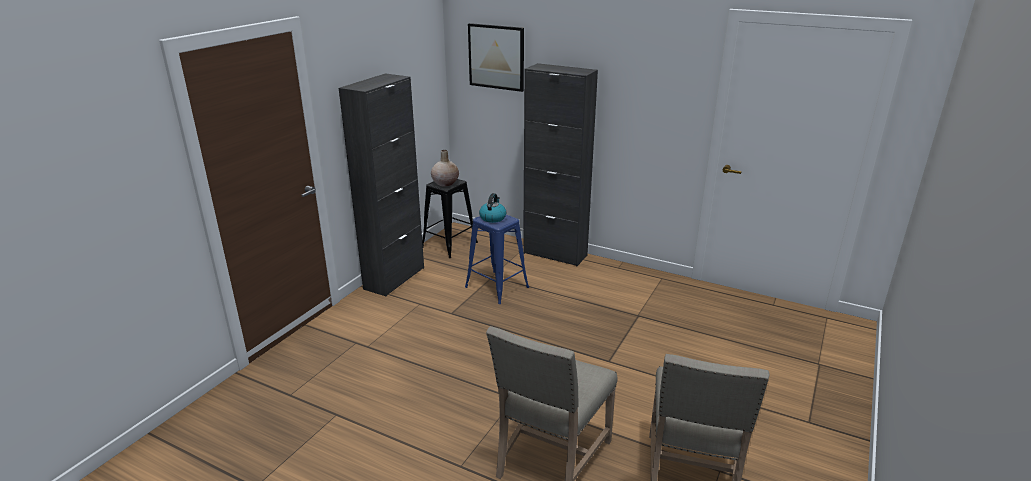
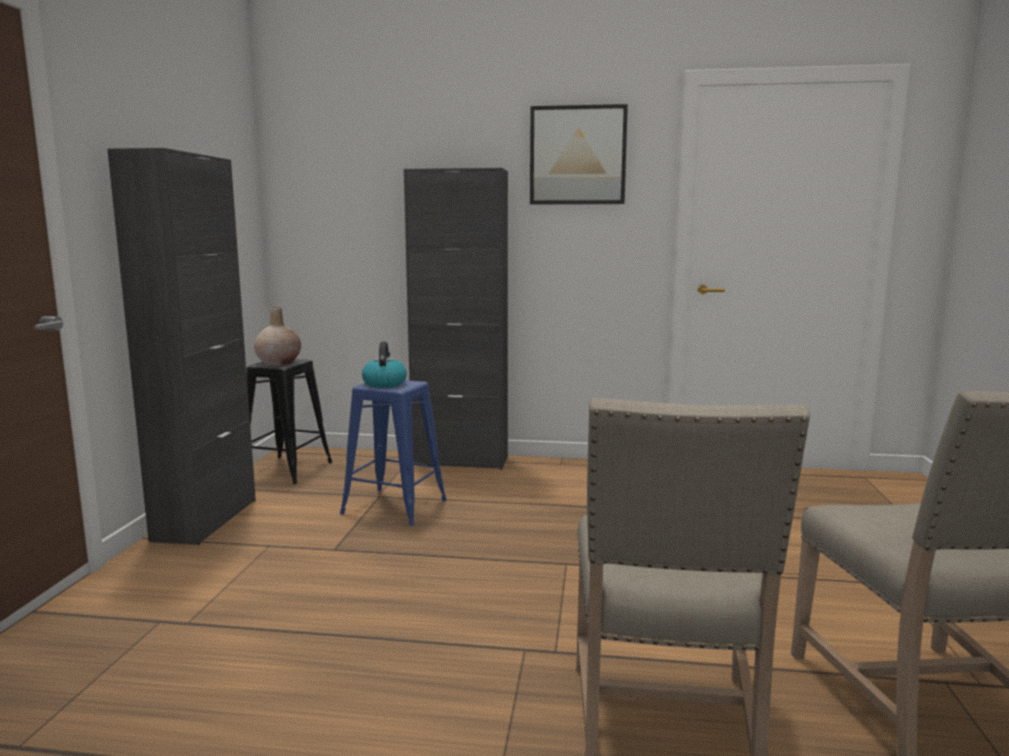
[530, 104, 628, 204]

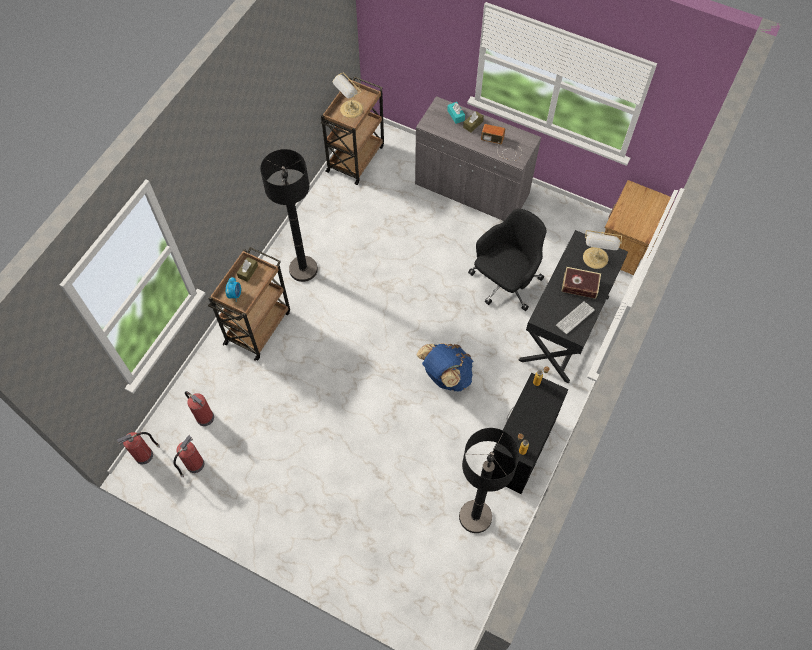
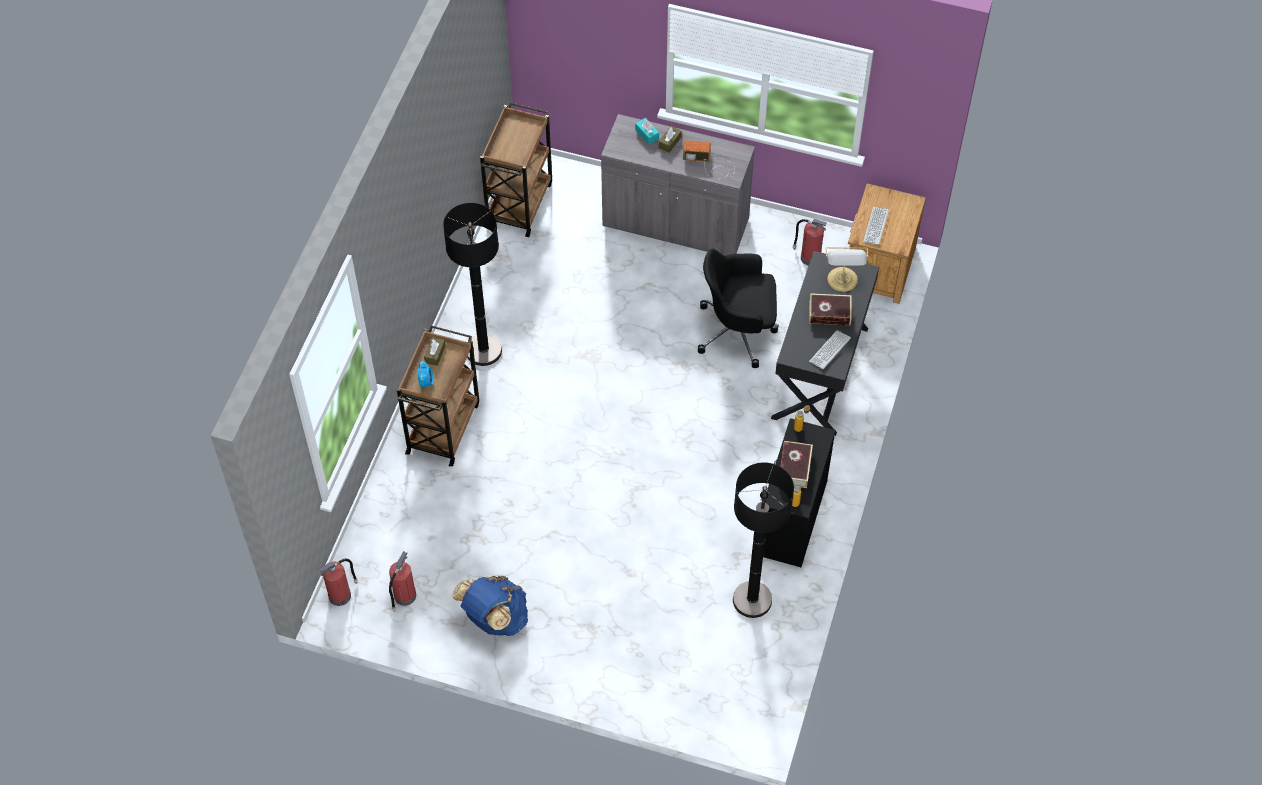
[333, 72, 363, 118] (first image)
[780, 441, 813, 488]
[863, 207, 889, 245]
[792, 219, 828, 266]
[452, 576, 528, 636]
[698, 249, 779, 368]

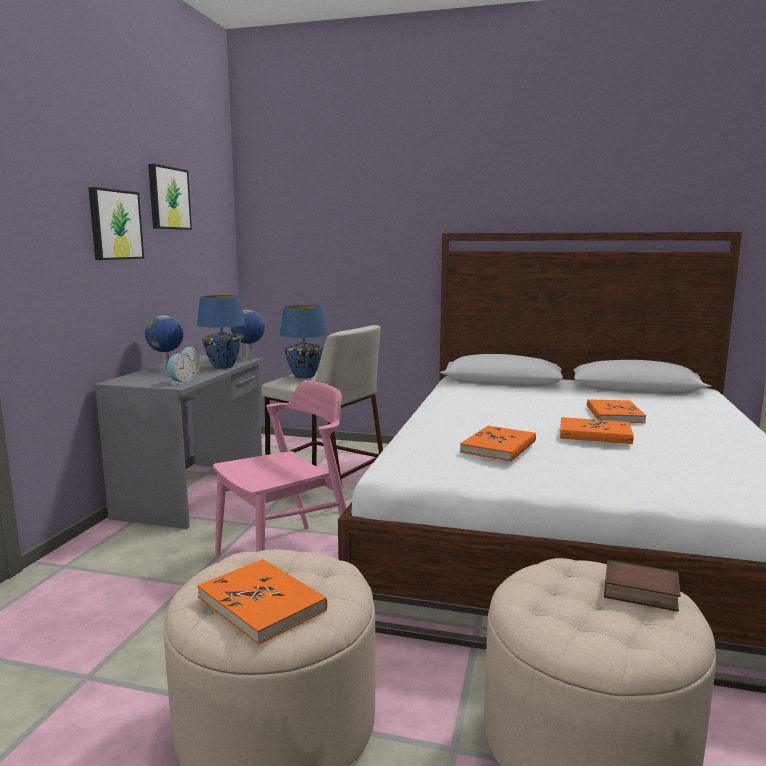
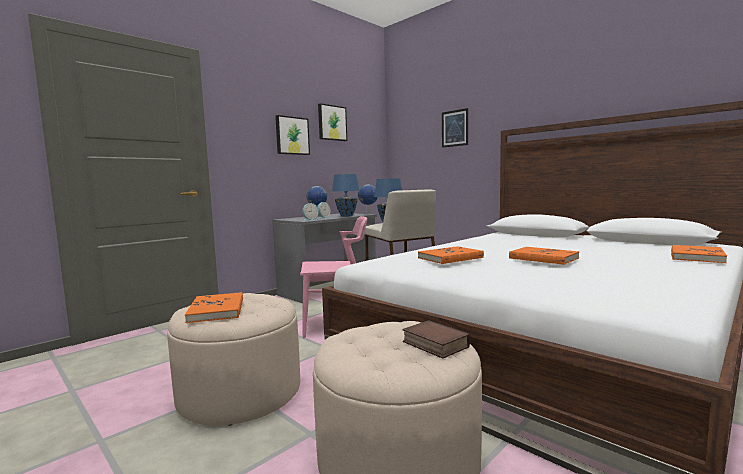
[442, 108, 468, 148]
[671, 245, 727, 263]

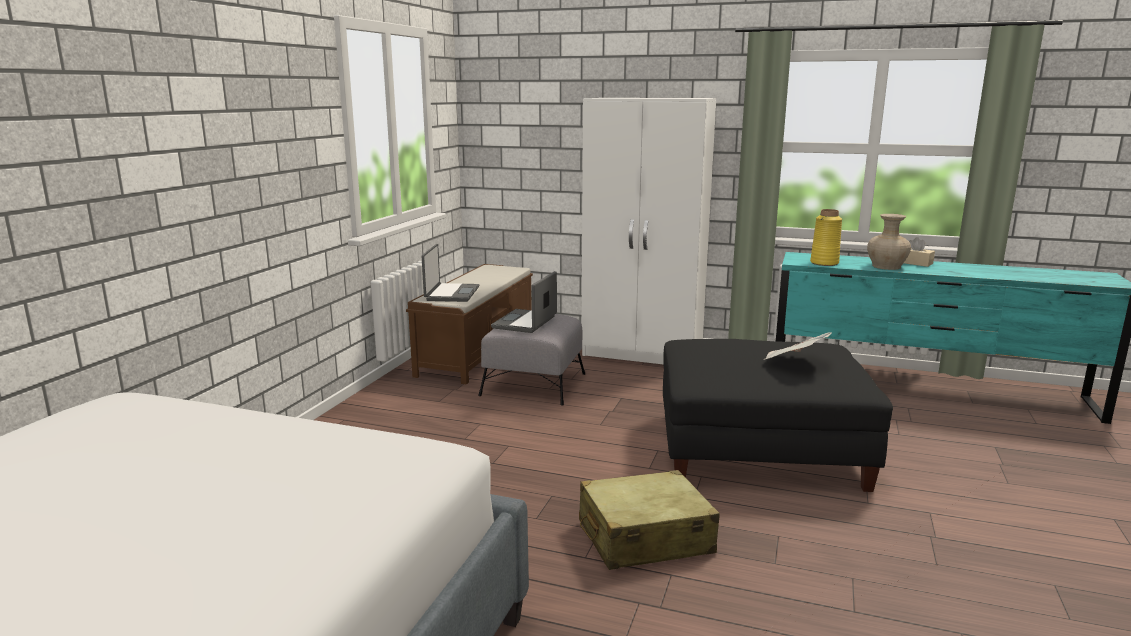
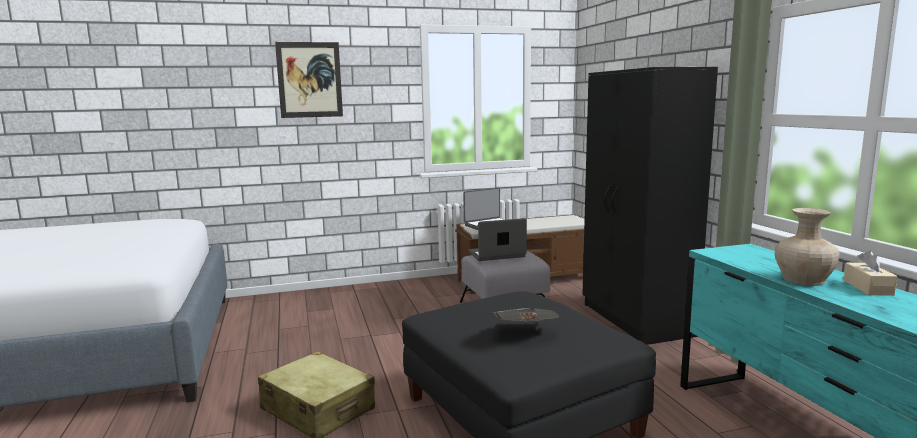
[810, 209, 842, 266] (first image)
[275, 42, 343, 118]
[582, 67, 718, 345]

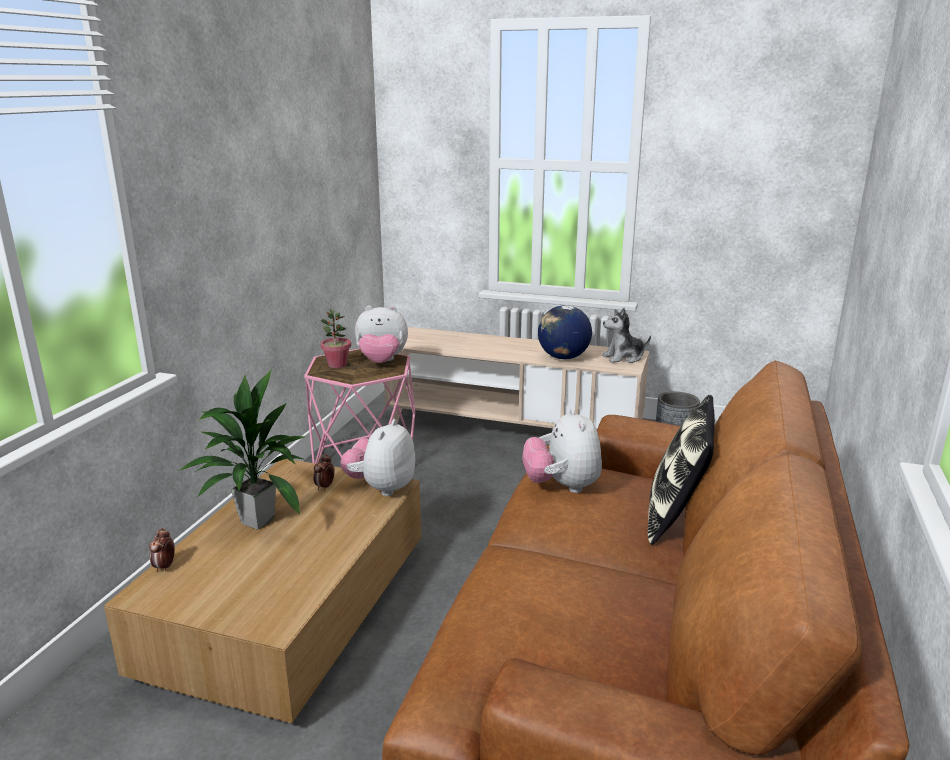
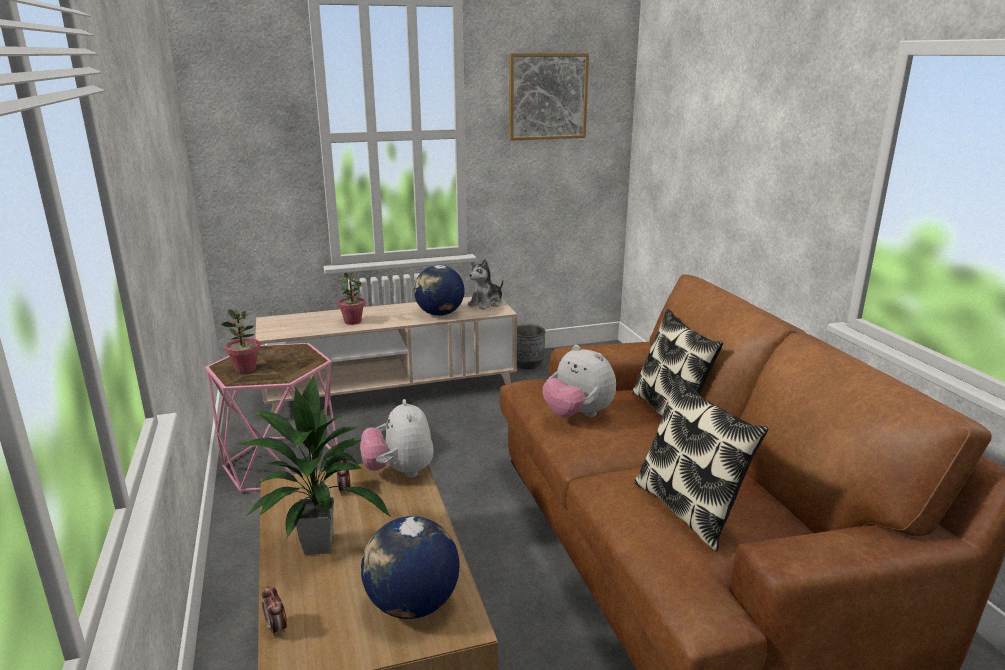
[355, 305, 408, 363] (first image)
[338, 272, 365, 325]
[361, 516, 460, 619]
[509, 53, 589, 141]
[634, 375, 769, 551]

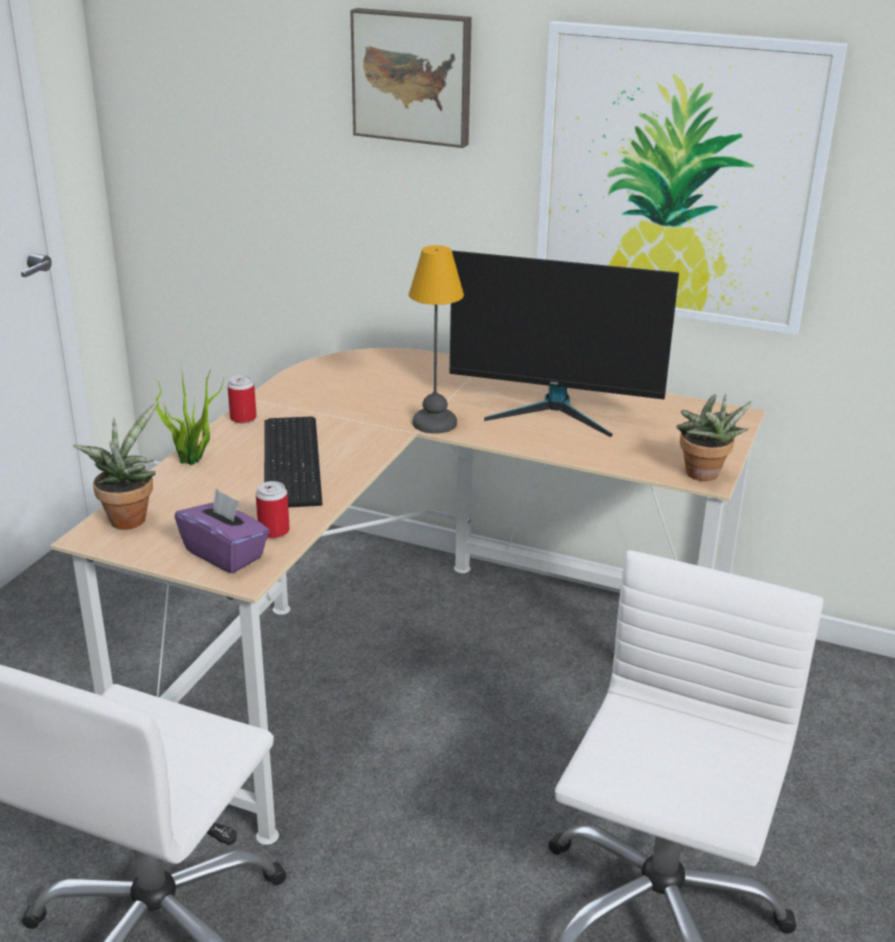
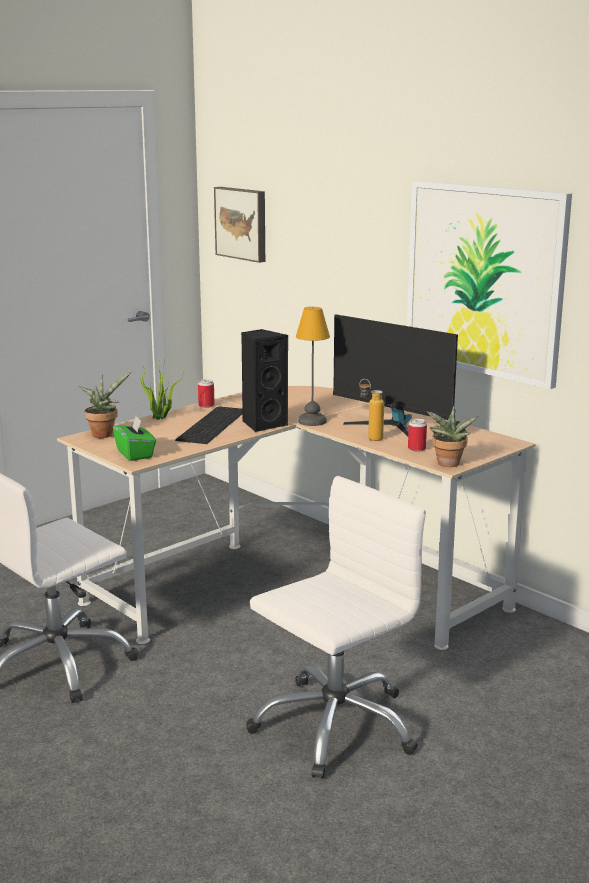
[241, 329, 289, 432]
[360, 379, 384, 441]
[408, 418, 427, 451]
[214, 187, 265, 263]
[113, 416, 156, 461]

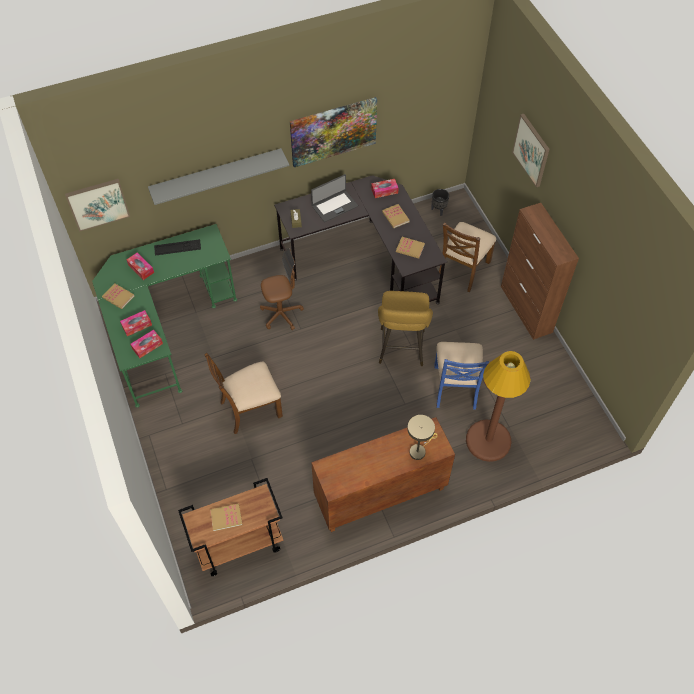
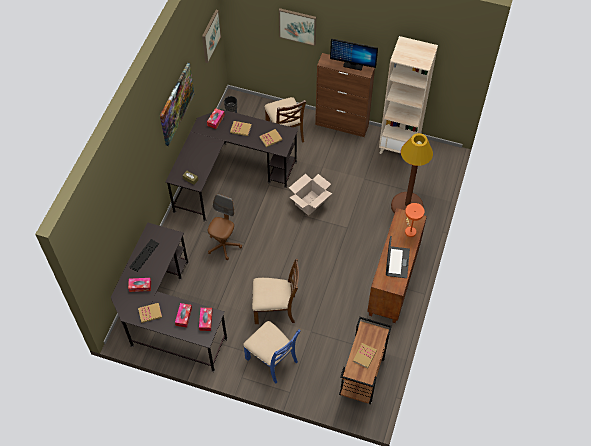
[148, 148, 289, 205] (first image)
[330, 39, 378, 70]
[379, 36, 438, 154]
[202, 10, 221, 63]
[386, 236, 410, 278]
[243, 321, 300, 384]
[289, 174, 332, 215]
[111, 222, 228, 372]
[405, 203, 425, 237]
[252, 258, 299, 324]

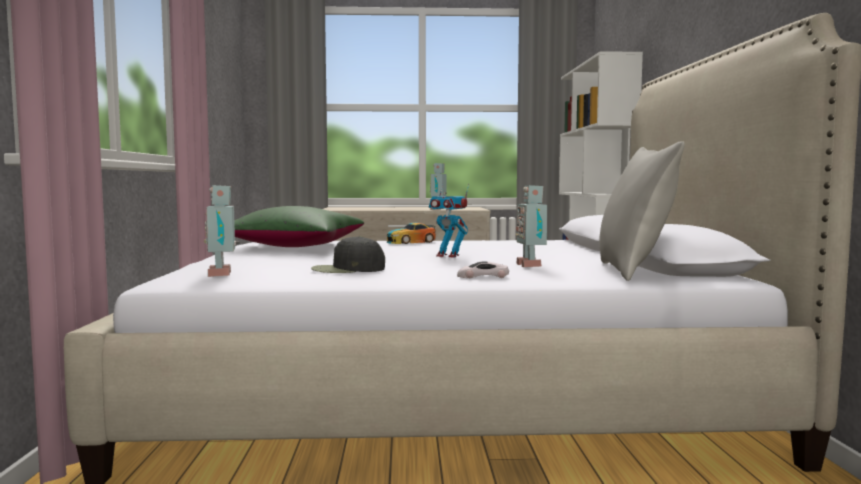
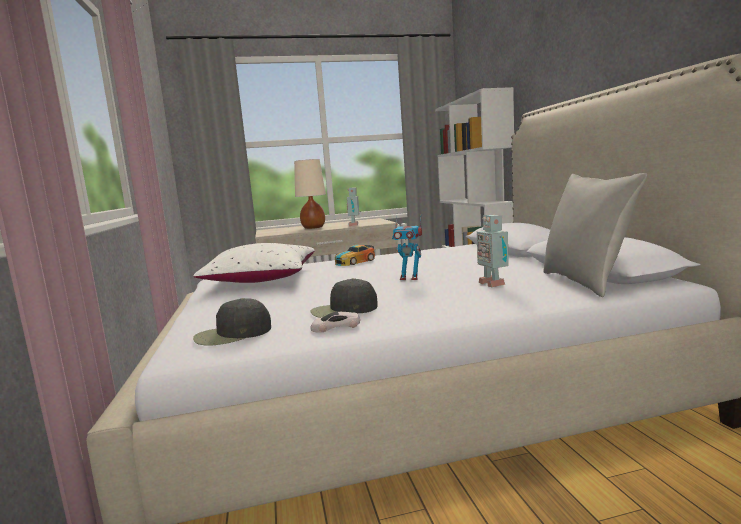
[294, 159, 326, 229]
[310, 312, 360, 333]
[193, 298, 271, 346]
[193, 243, 315, 283]

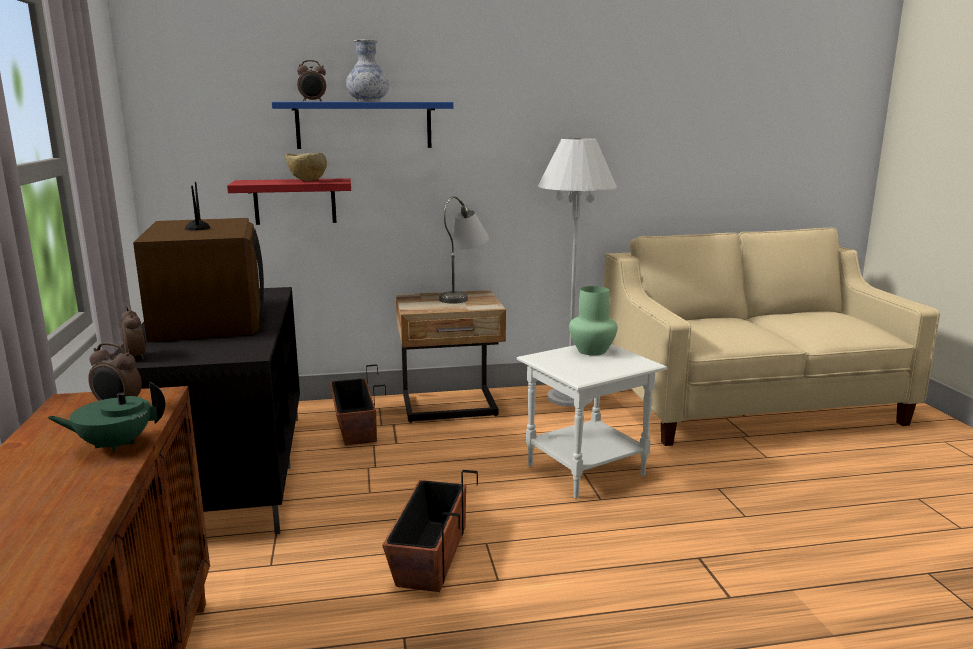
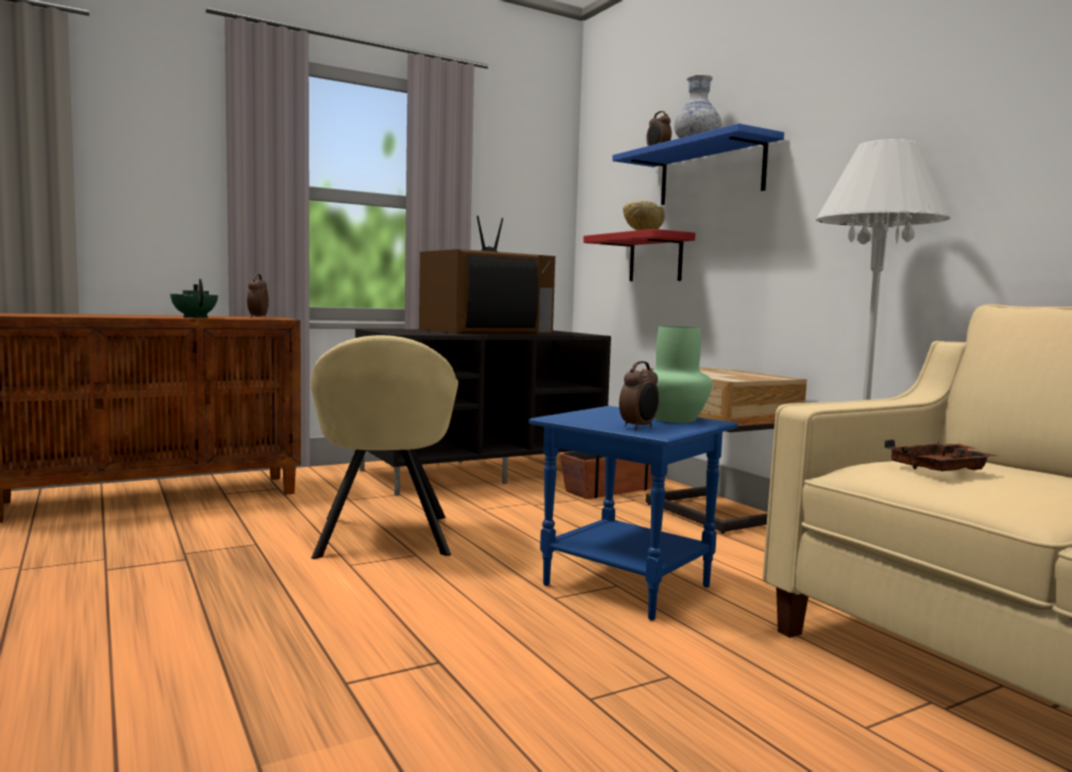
[439, 196, 489, 304] (first image)
[885, 439, 999, 471]
[619, 361, 659, 430]
[310, 335, 458, 559]
[529, 406, 738, 621]

